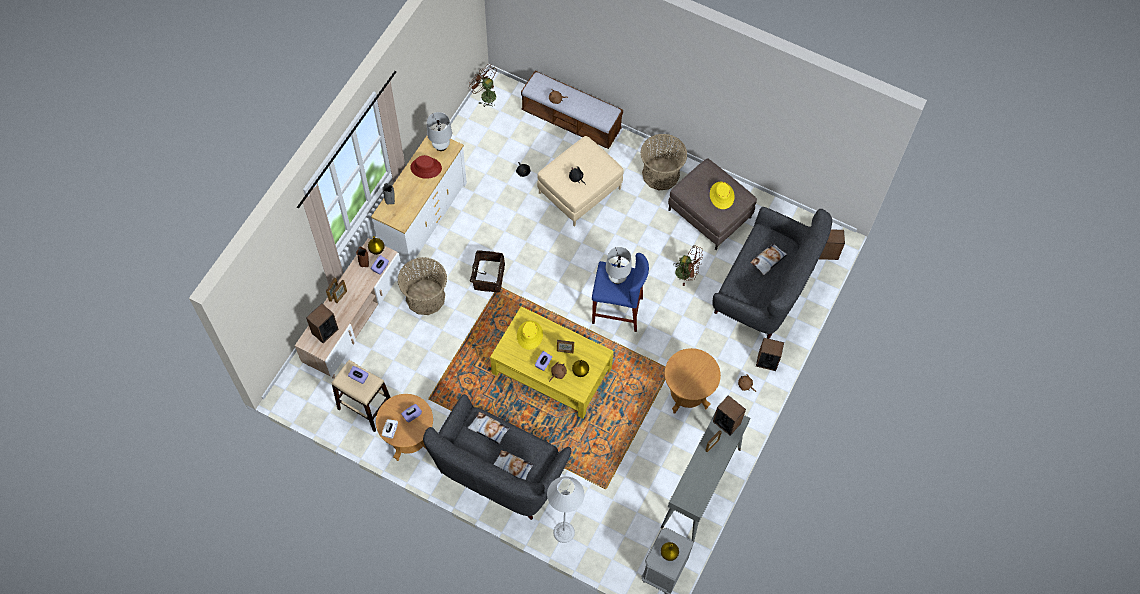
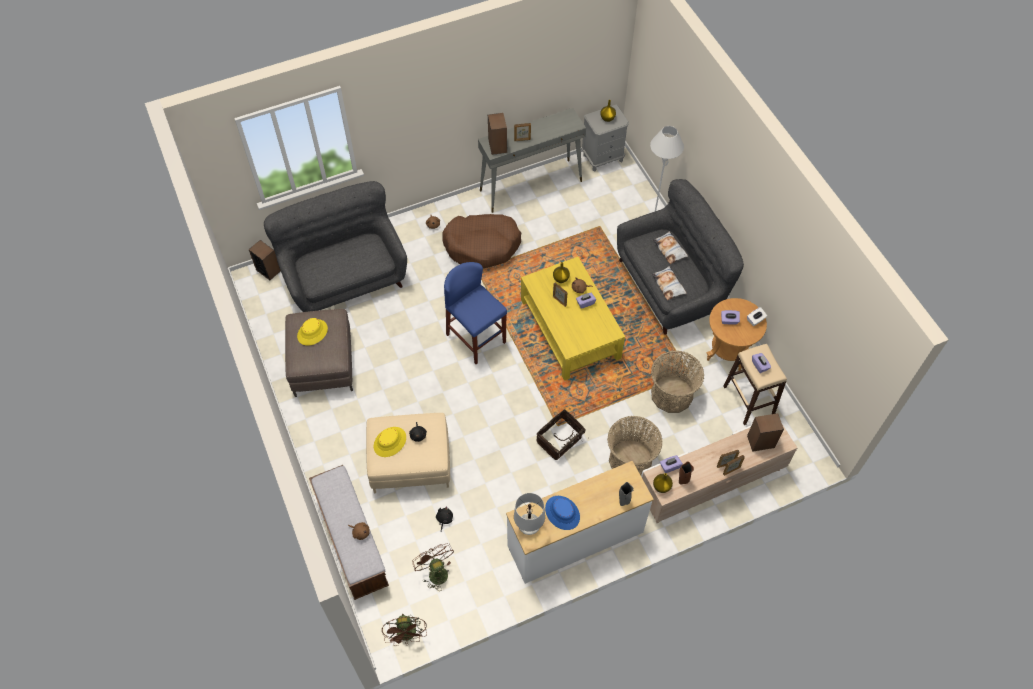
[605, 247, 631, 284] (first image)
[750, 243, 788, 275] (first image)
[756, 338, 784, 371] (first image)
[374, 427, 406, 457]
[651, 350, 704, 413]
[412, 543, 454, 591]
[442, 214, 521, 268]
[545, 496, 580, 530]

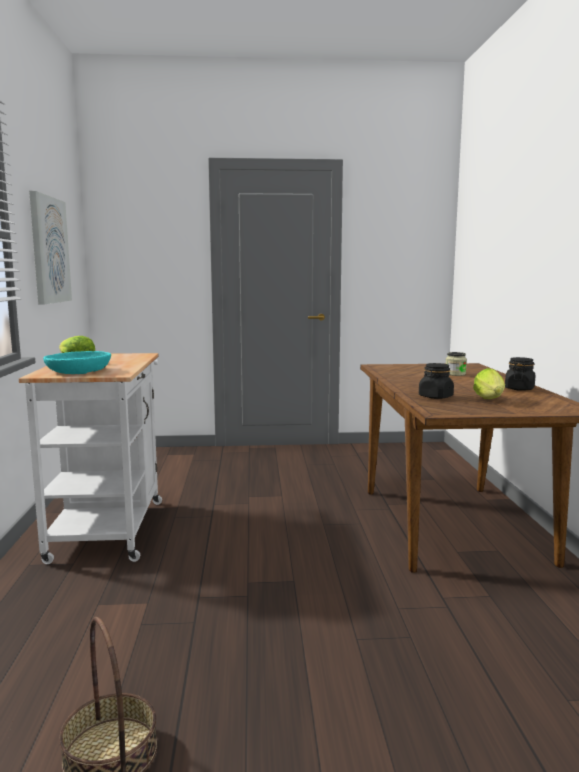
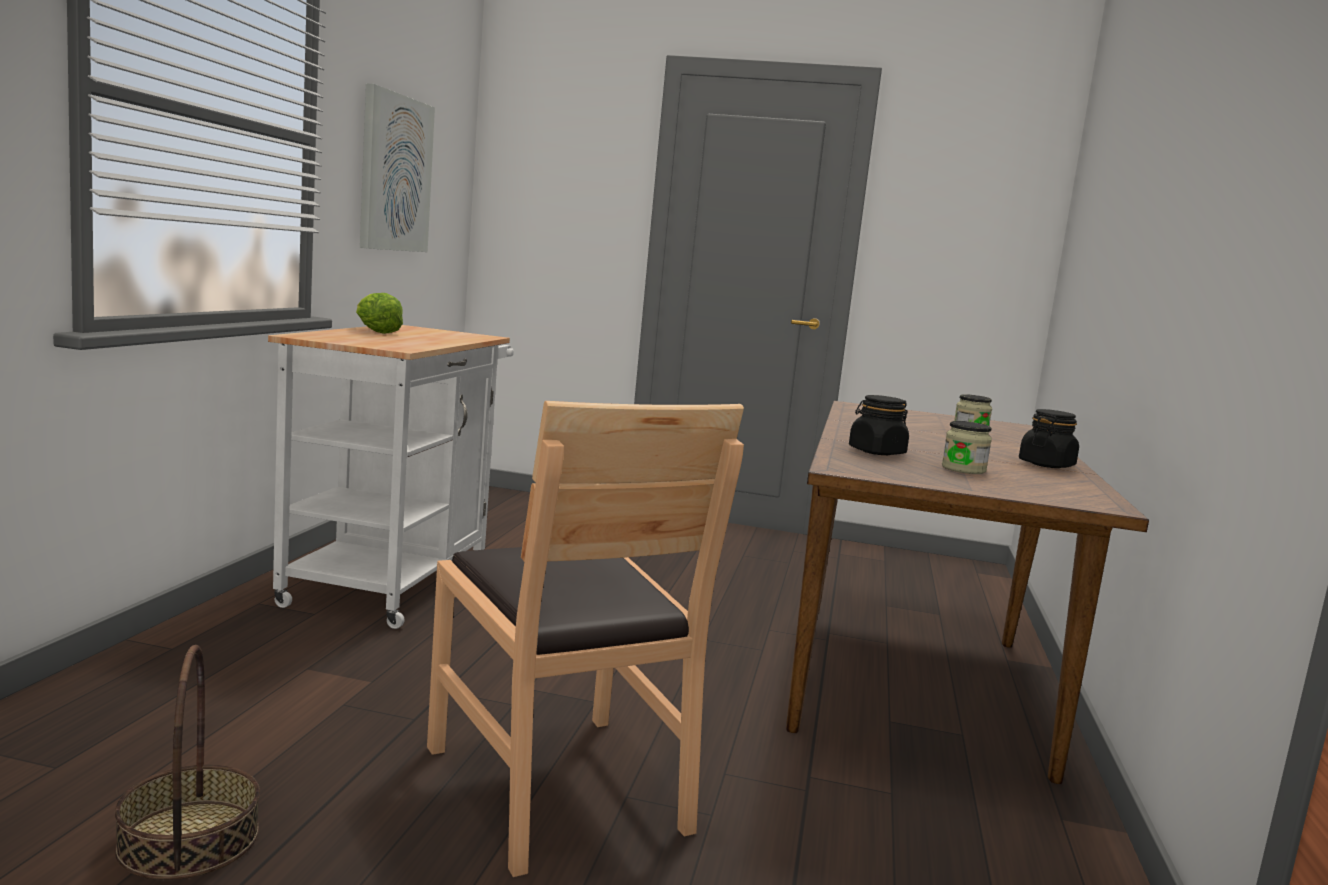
[43, 351, 111, 374] (first image)
[427, 401, 744, 877]
[942, 421, 992, 474]

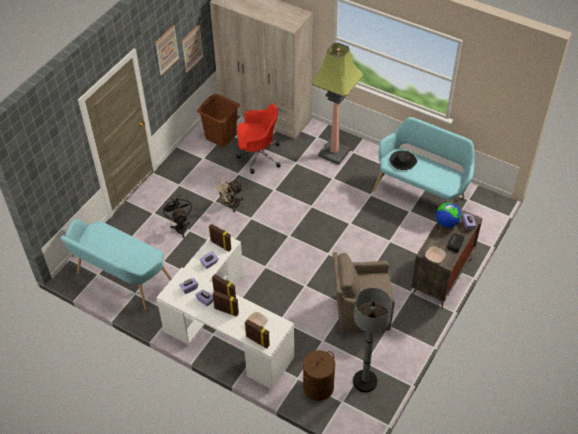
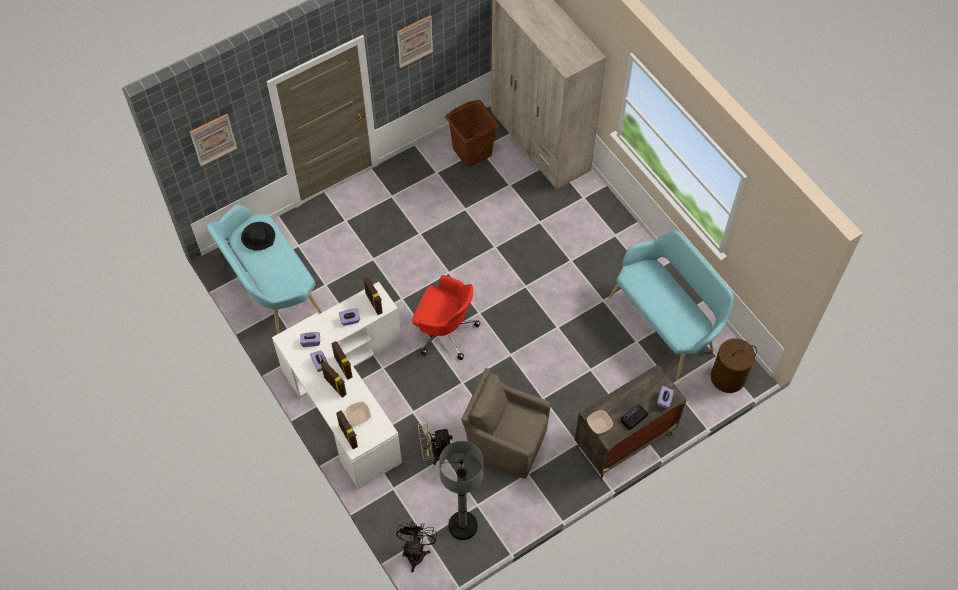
[311, 43, 363, 165] (first image)
[436, 203, 461, 228] (first image)
[396, 521, 437, 572]
[190, 114, 238, 167]
[418, 422, 453, 465]
[413, 275, 481, 360]
[711, 338, 757, 393]
[241, 222, 275, 250]

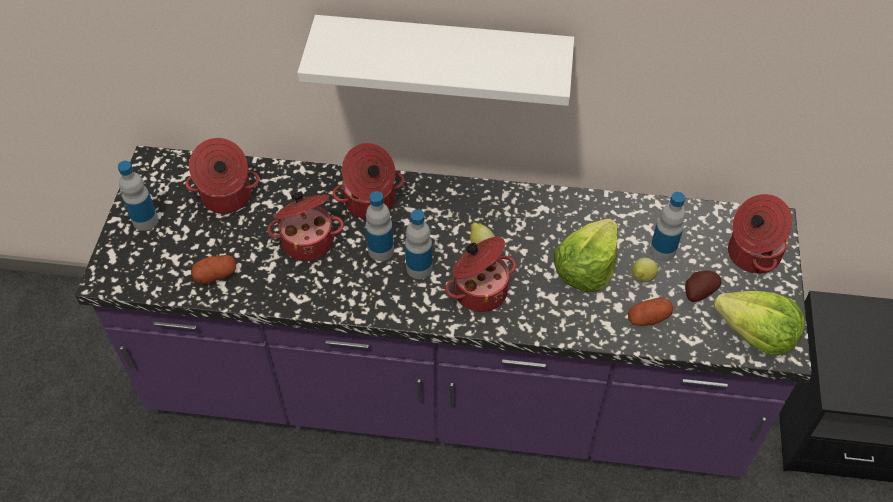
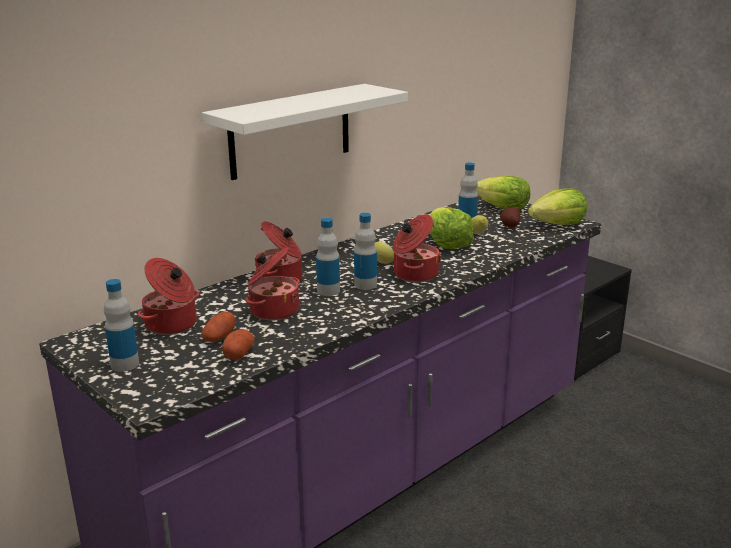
[201, 311, 236, 342]
[477, 176, 530, 210]

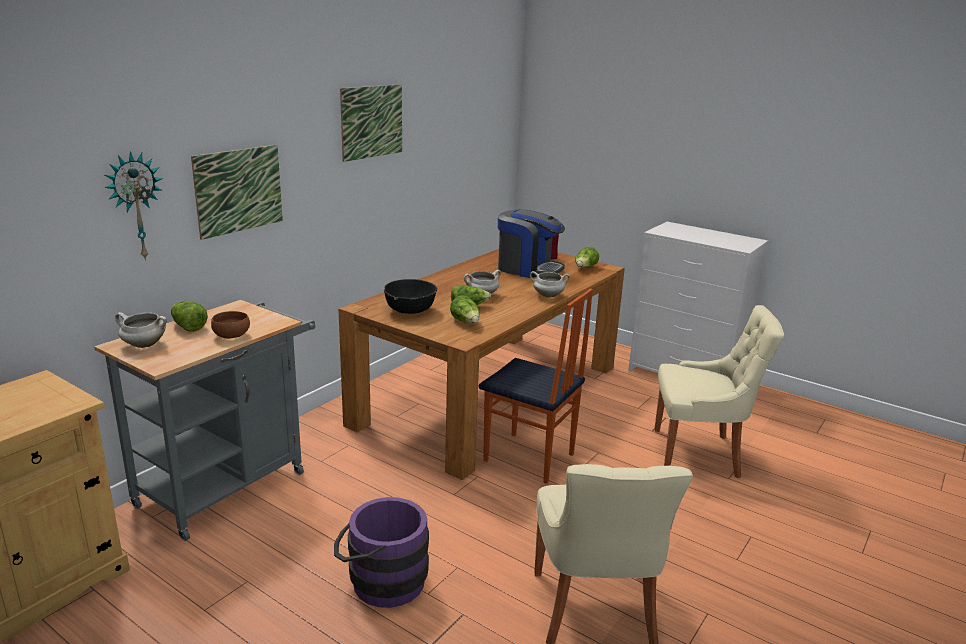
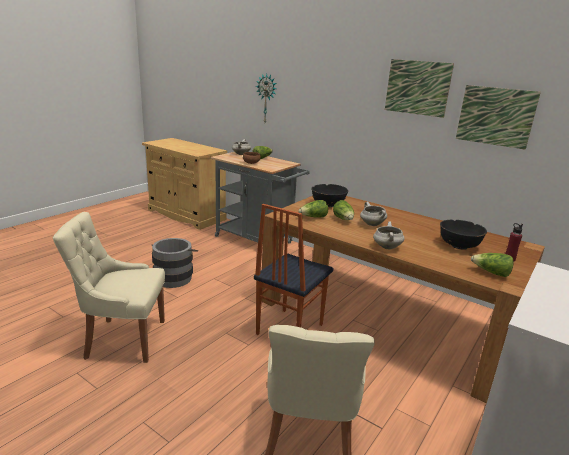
[456, 85, 541, 150]
[440, 220, 487, 250]
[151, 238, 198, 288]

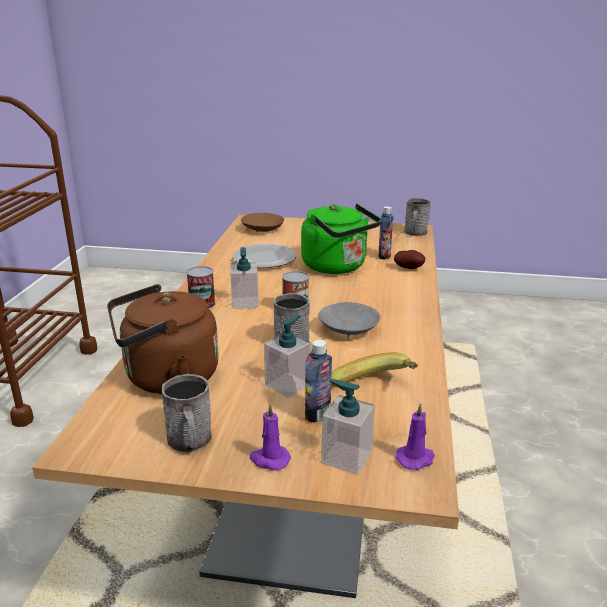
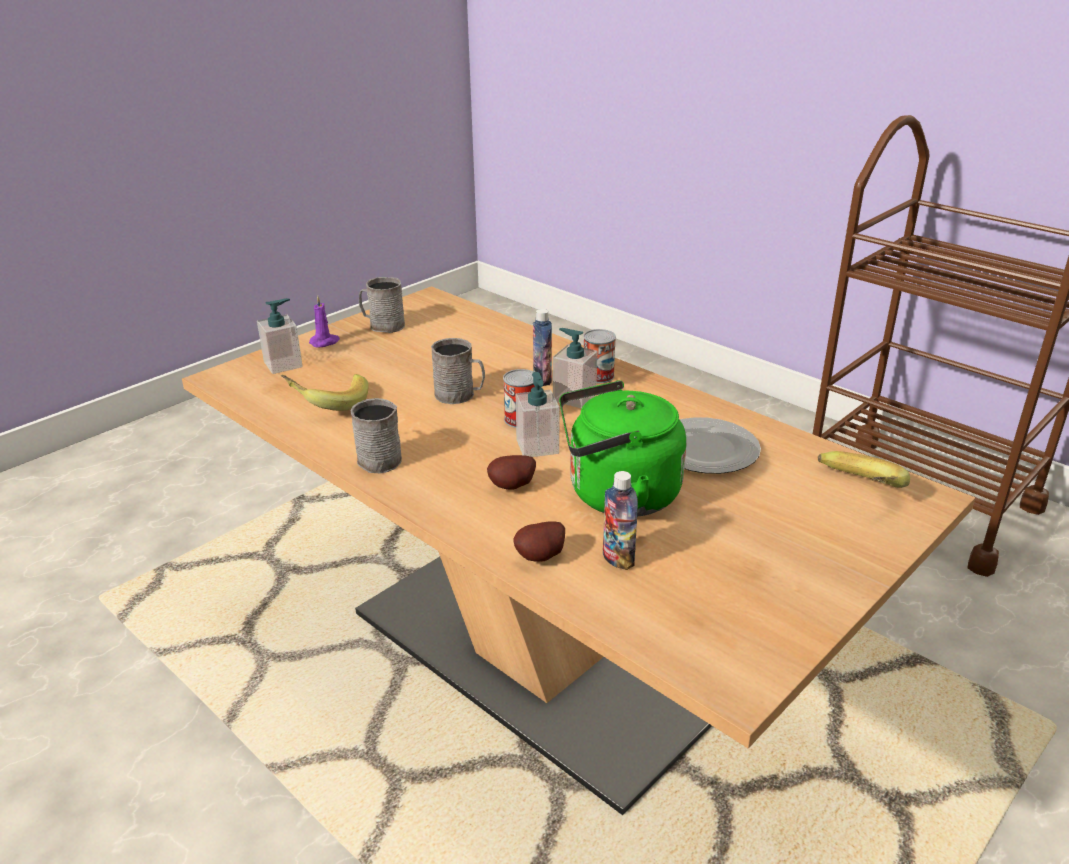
[107, 284, 219, 394] (first image)
[318, 302, 380, 337] (first image)
[395, 403, 435, 470] (first image)
[487, 455, 536, 490]
[516, 372, 560, 457]
[533, 309, 552, 386]
[350, 398, 402, 473]
[818, 451, 910, 488]

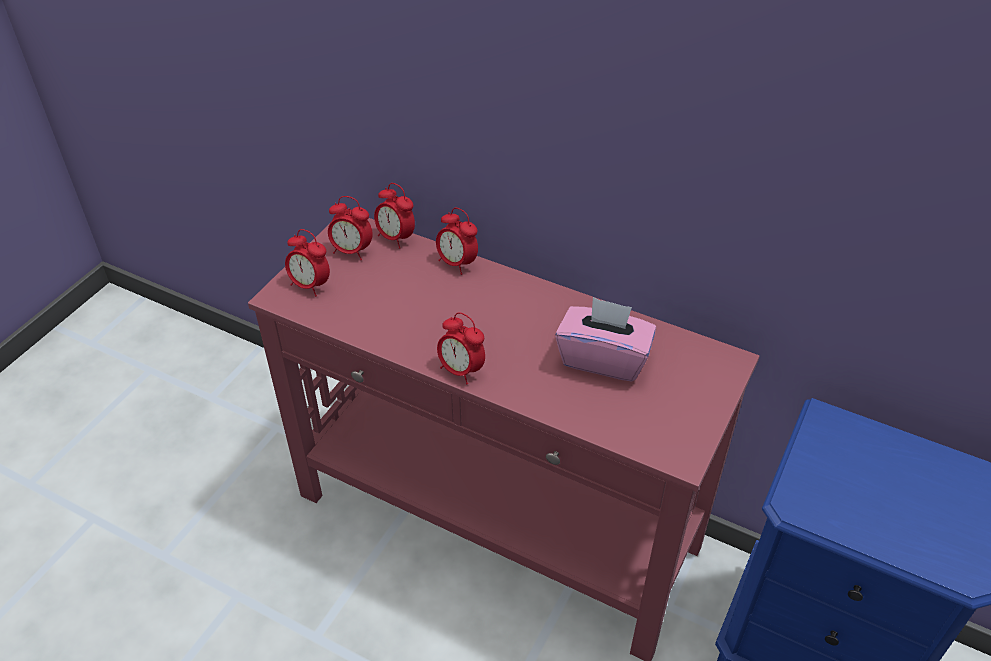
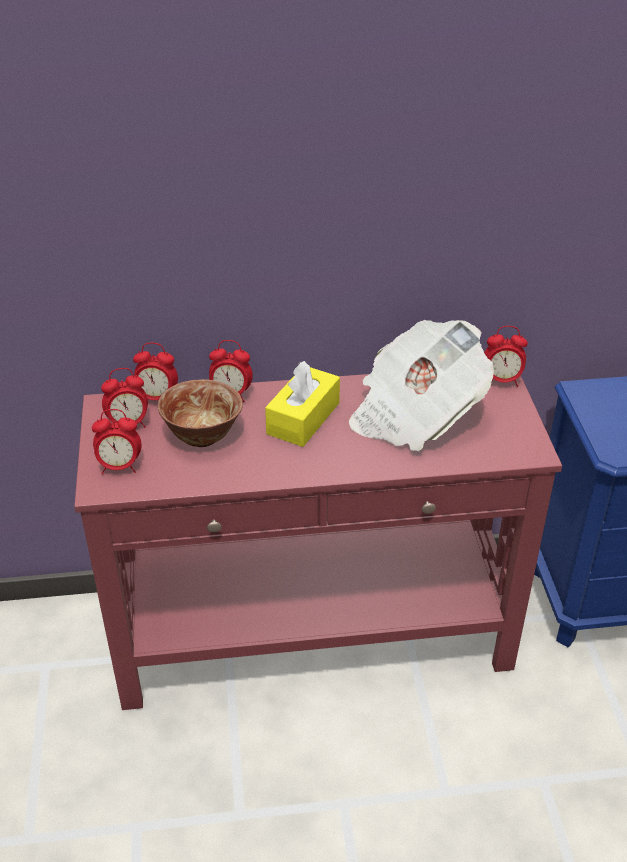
[158, 379, 243, 447]
[265, 361, 340, 447]
[484, 326, 528, 387]
[349, 320, 494, 451]

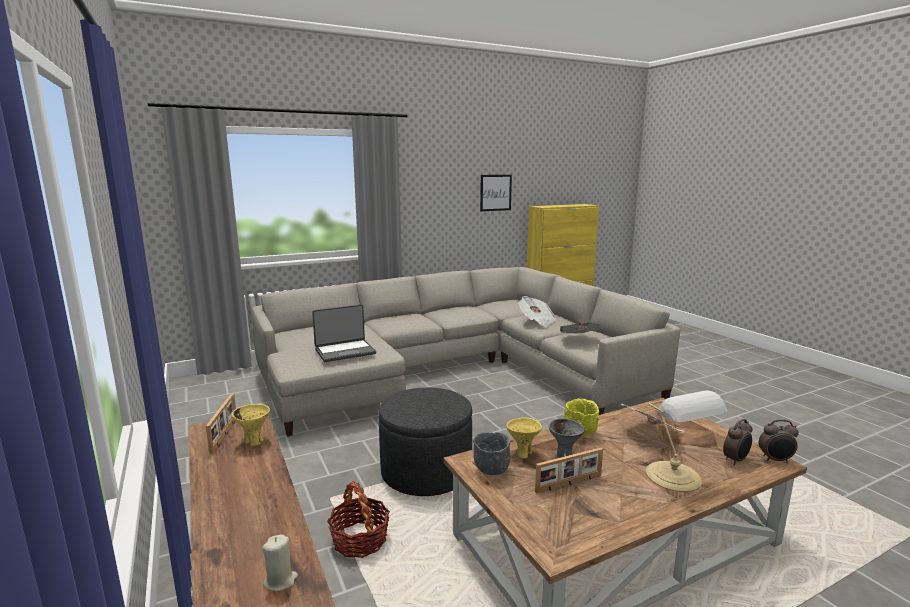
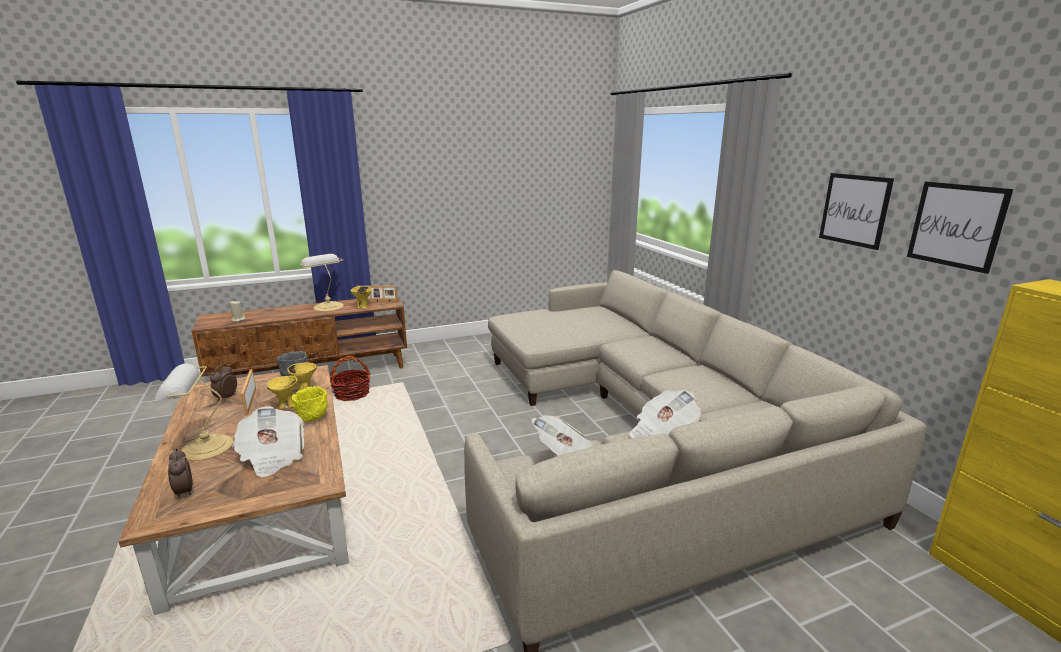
[312, 304, 376, 362] (first image)
[378, 387, 472, 496] (first image)
[300, 254, 344, 312]
[819, 173, 894, 250]
[210, 364, 237, 401]
[267, 376, 297, 409]

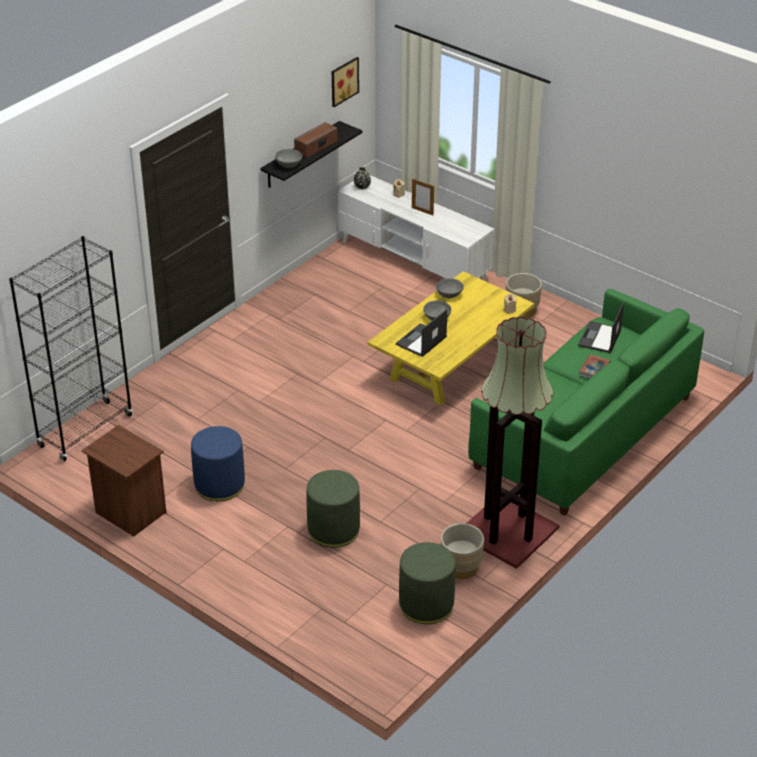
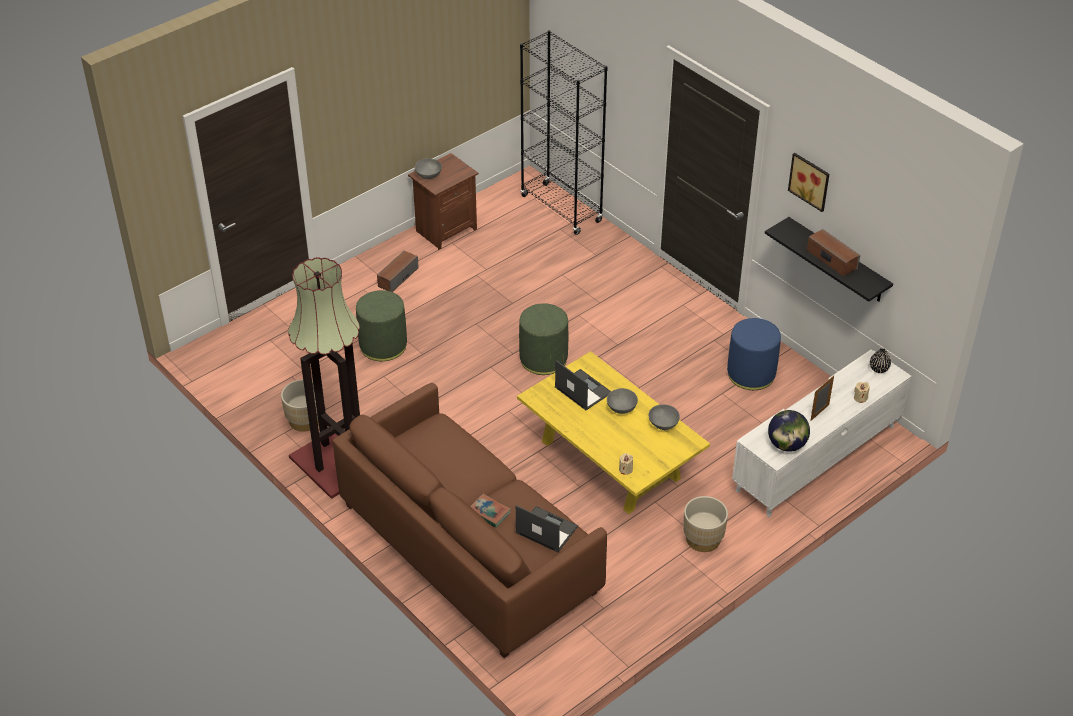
[377, 251, 419, 292]
[768, 410, 810, 452]
[727, 318, 781, 390]
[415, 158, 442, 179]
[788, 153, 829, 212]
[519, 303, 568, 375]
[333, 383, 607, 658]

